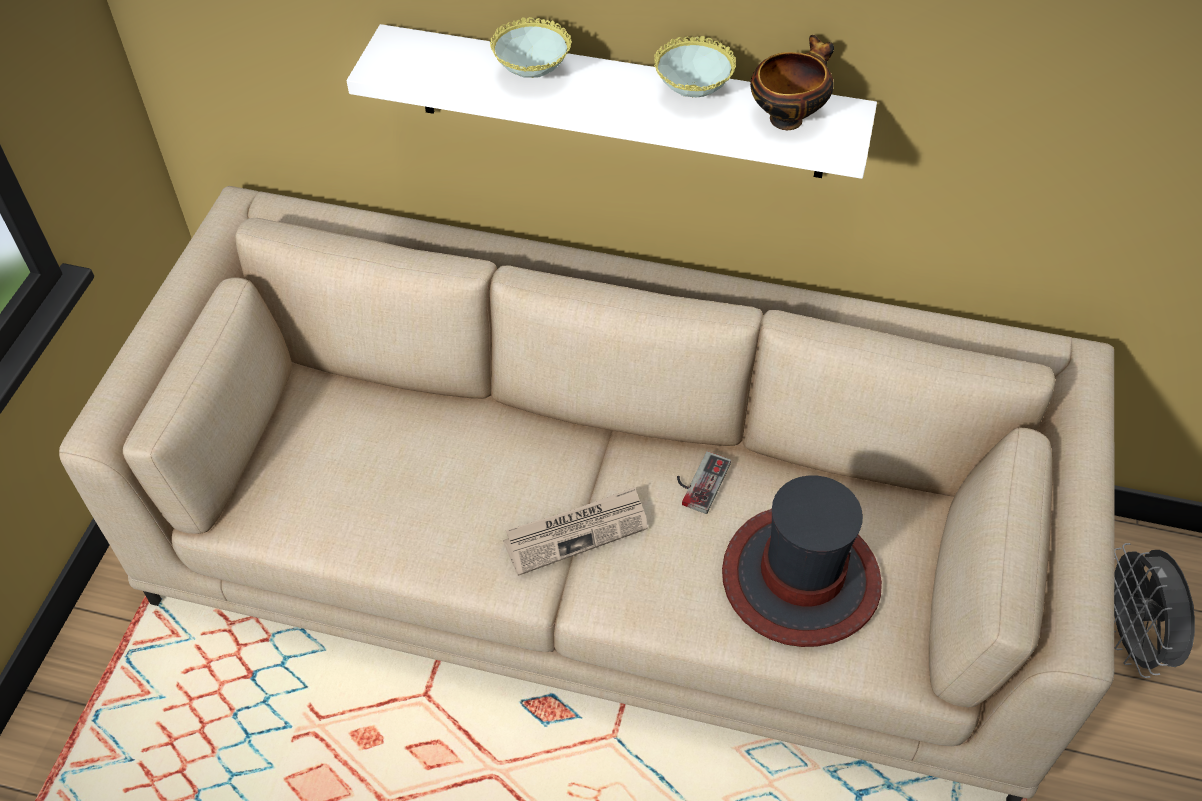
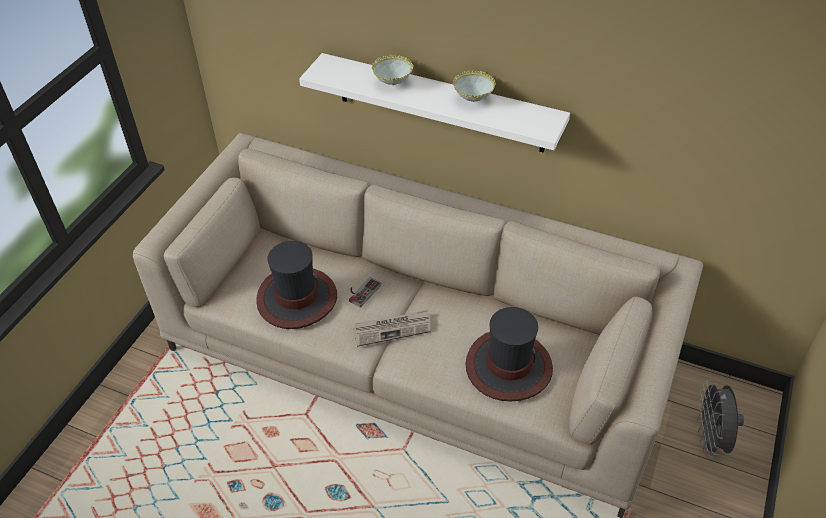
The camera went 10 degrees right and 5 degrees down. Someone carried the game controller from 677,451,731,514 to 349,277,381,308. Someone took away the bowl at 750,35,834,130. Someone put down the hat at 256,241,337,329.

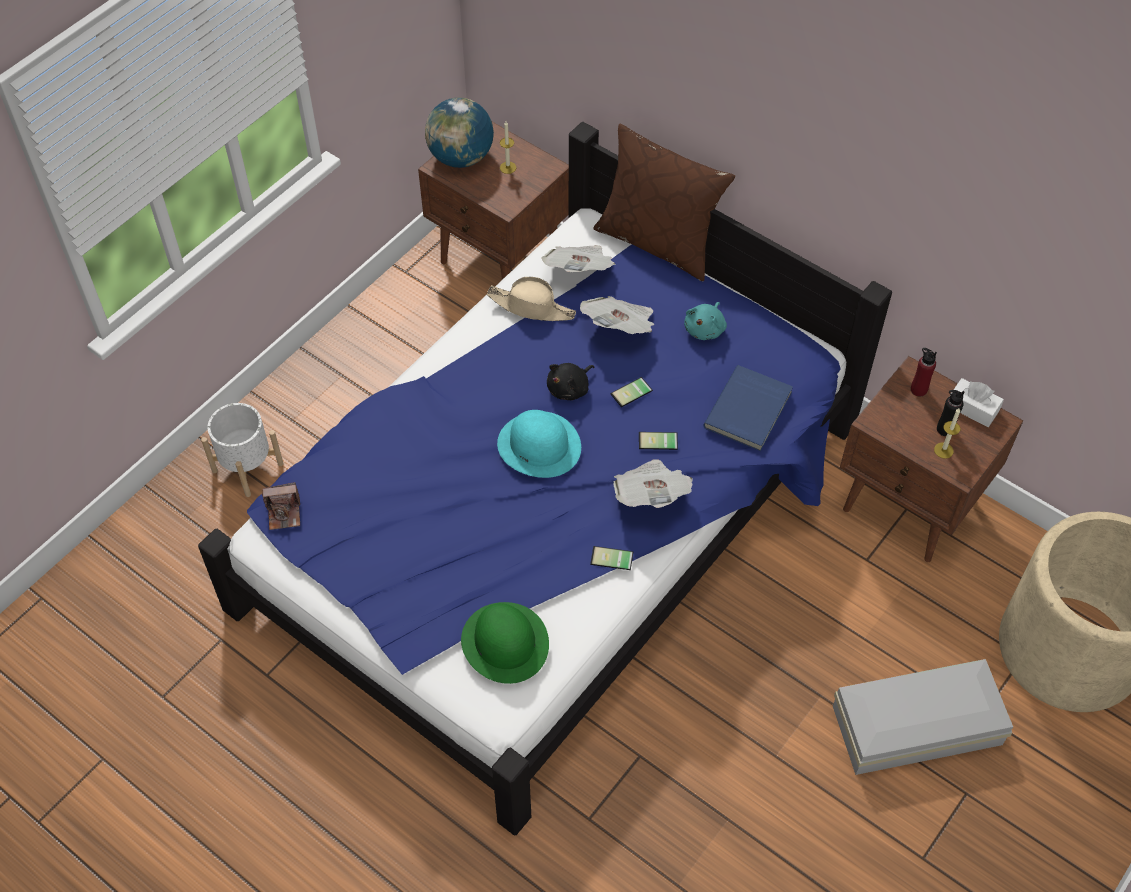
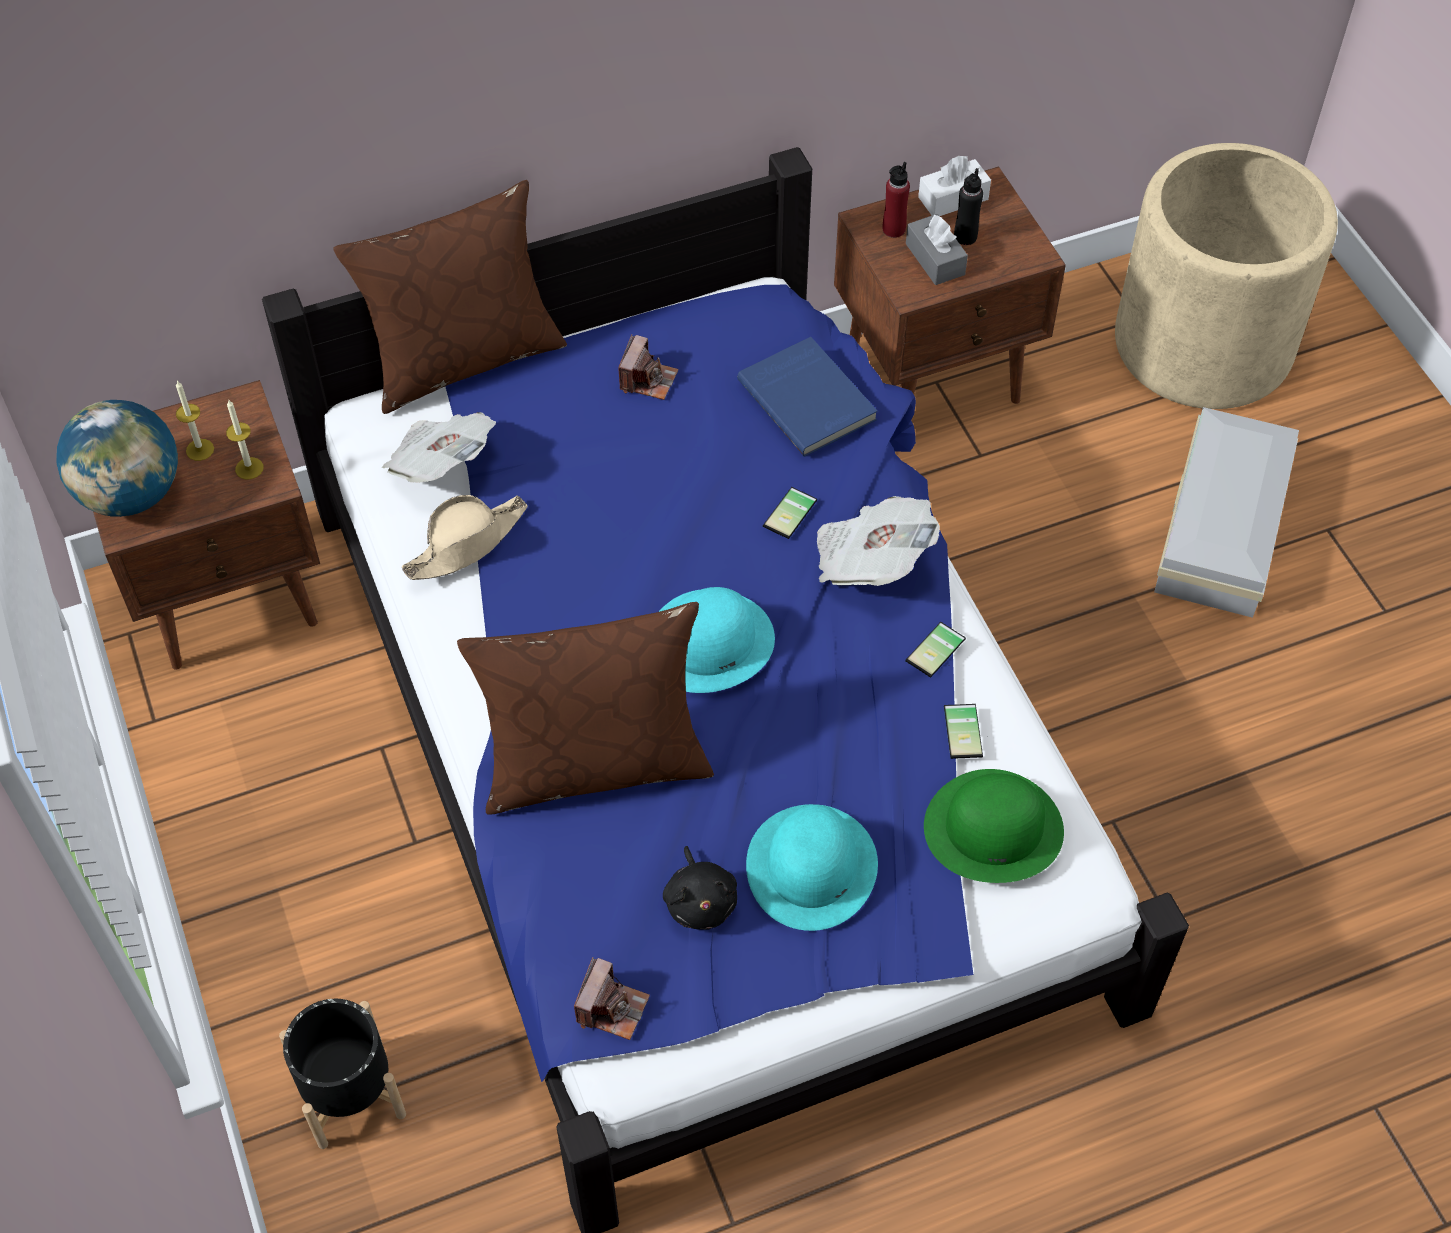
The camera went 60 degrees left and 0 degrees up. Someone repainted the white planter at 201,403,284,497, which became the black planter at 279,999,406,1149. Someone carried the black plush toy from 547,363,594,400 to 663,846,737,930. Someone took away the newspaper at 580,296,655,334. Someone carried the phone from 610,377,653,407 to 944,704,988,759. Someone swapped the turquoise plush toy at 684,302,727,340 for the photo camera at 618,335,678,400. Someone carried the candle from 934,408,960,459 to 226,399,263,480. Someone put down the brown pillow at 457,602,714,815. Someone put down the turquoise hat at 746,804,878,931. Someone put down the grey tissue box at 906,213,968,285.

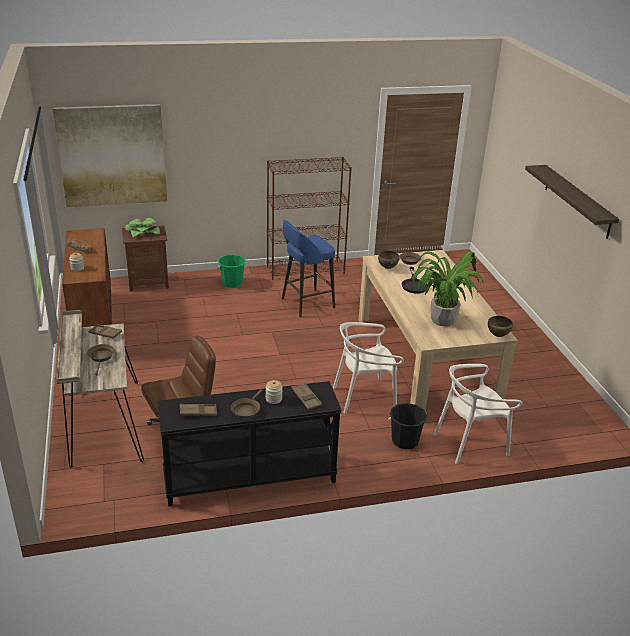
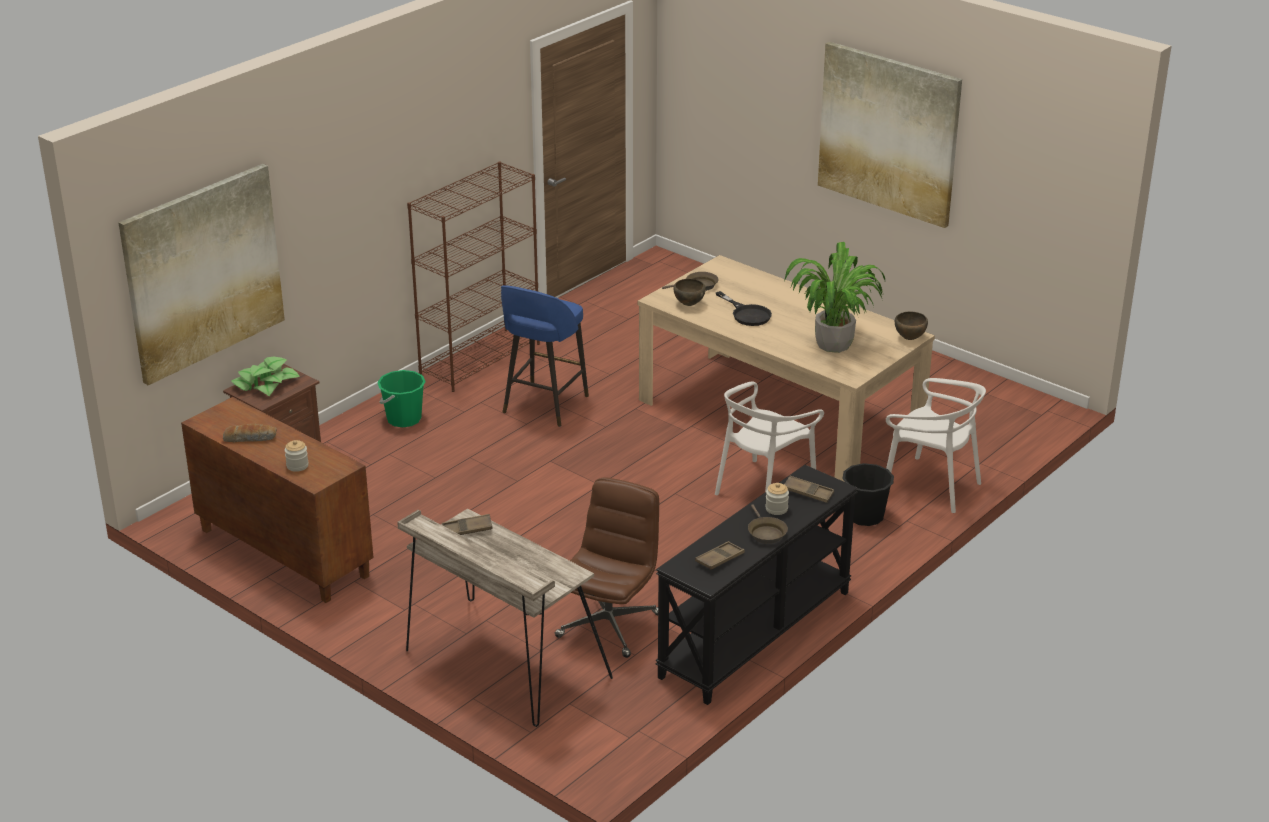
The camera went 35 degrees left and 0 degrees up. Someone took away the brown frying pan at 87,344,115,375. Someone rotated the white chair at 434,364,522,464 by 90 degrees counterclockwise. Someone swapped the shelf at 525,165,619,239 for the picture at 818,42,962,228.

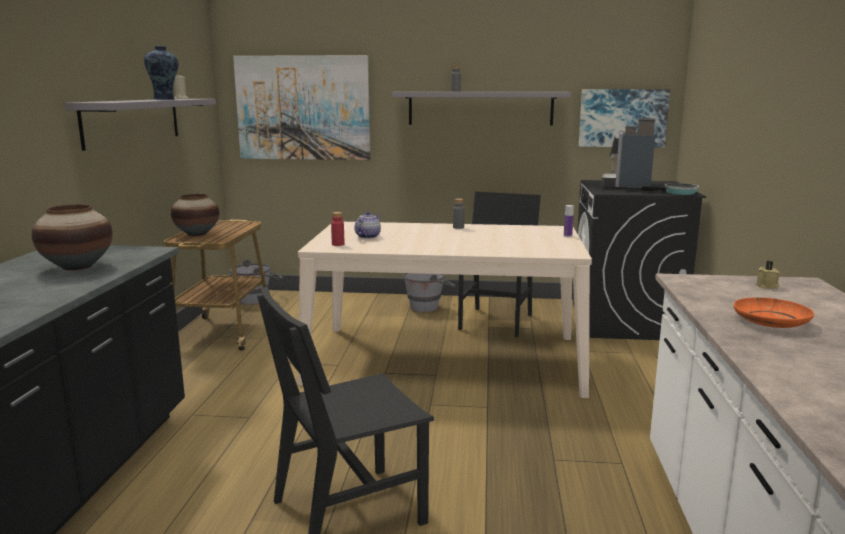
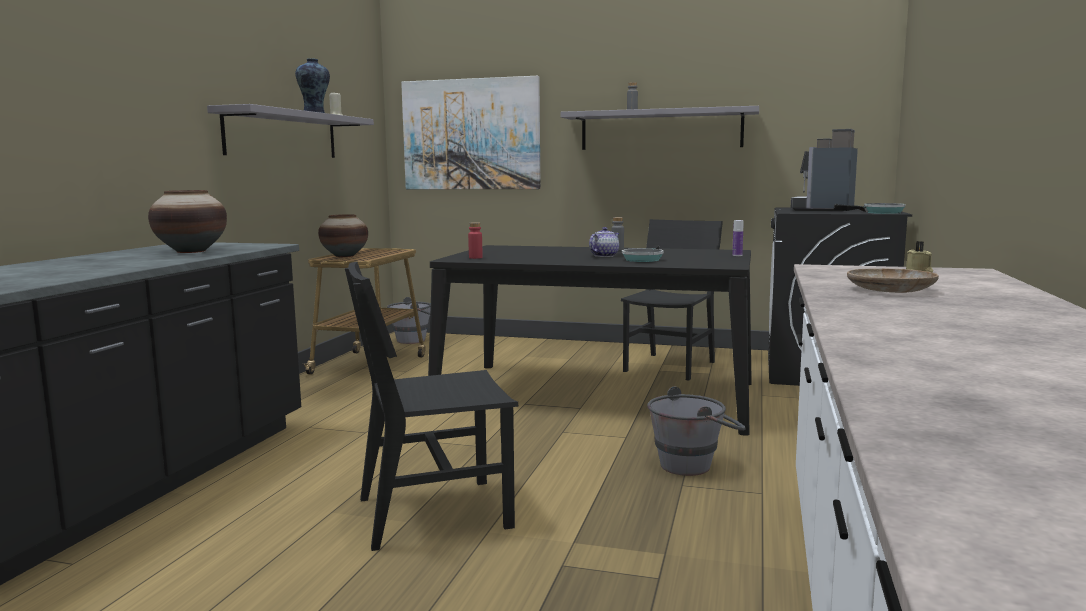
The camera went 10 degrees right and 5 degrees down. Someone repainted the beige dining table at 298,222,592,398, which became the black dining table at 428,245,752,436. Someone carried the teapot from 354,211,381,239 to 589,227,619,257. Someone carried the grey bucket from 403,273,456,313 to 647,387,746,476. Someone took away the picture at 579,89,670,147. Someone repainted the orange plate at 734,297,814,328, which became the beige plate at 847,269,939,293. Someone put down the frying pan at 622,245,664,262.

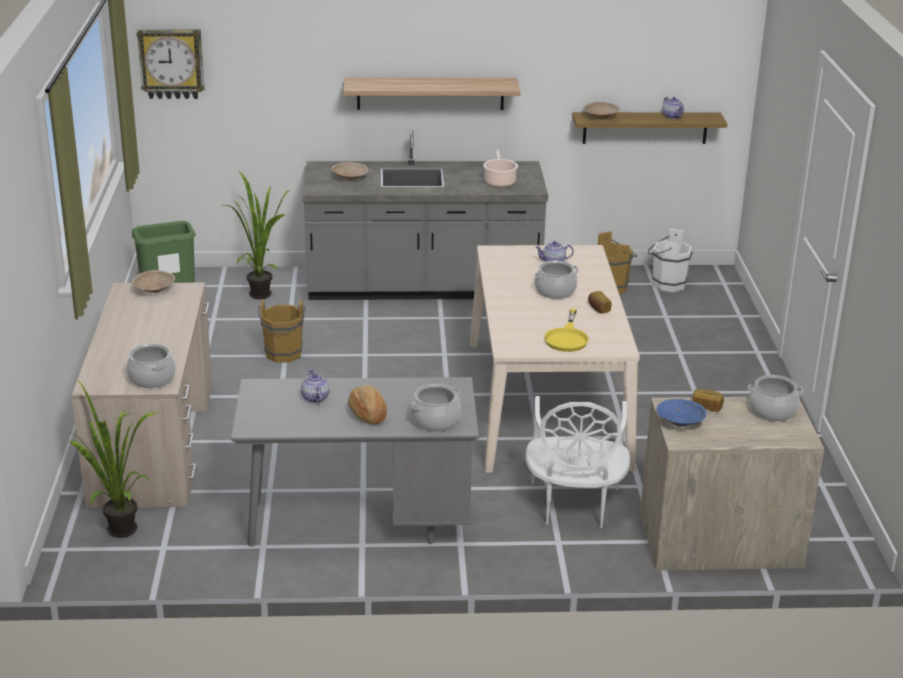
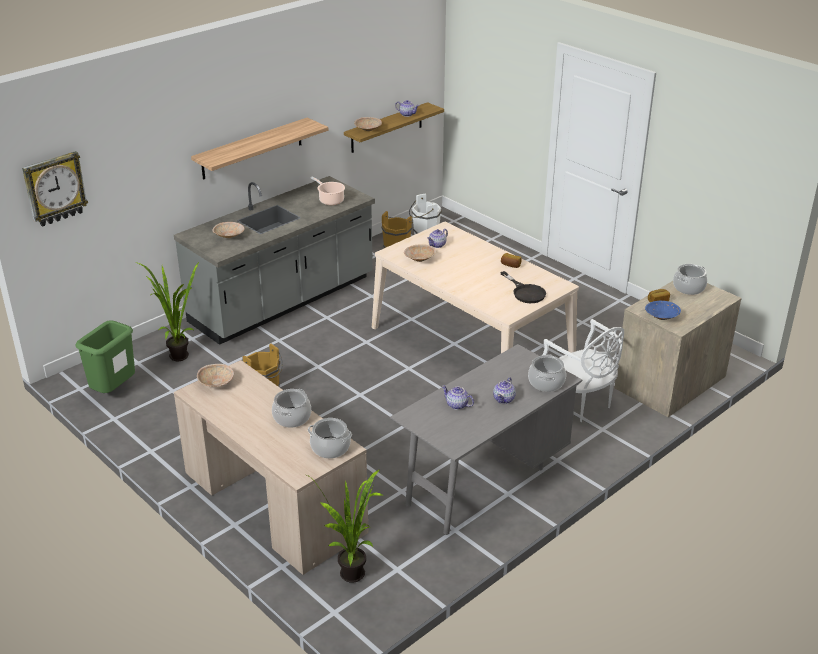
The camera went 40 degrees left and 5 degrees up. Someone swapped the bread at 348,385,387,425 for the teapot at 493,377,516,404. Someone carried the cooking pot from 535,261,578,299 to 272,389,311,428. Someone repainted the yellow frying pan at 544,309,589,352, which became the black frying pan at 500,271,546,303. Someone put down the beige bowl at 404,244,436,262.

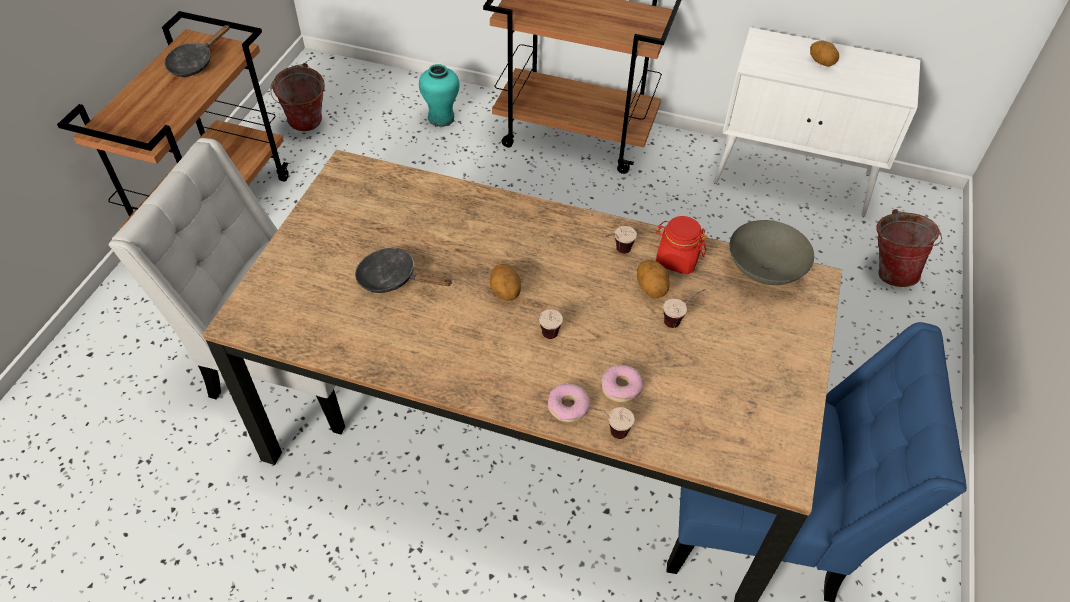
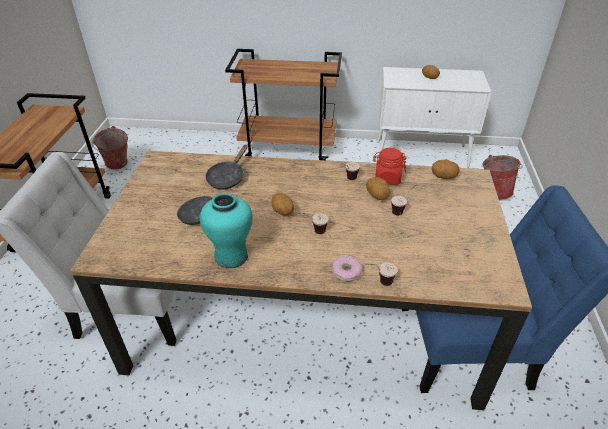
The camera went 10 degrees left and 10 degrees down. Someone carried the black frying pan from 164,25,230,77 to 205,144,248,190. Someone carried the turquoise vase from 419,64,459,127 to 200,193,253,268. Someone took away the donut at 601,365,643,403. Someone swapped the grey bowl at 730,220,814,285 for the potato at 432,159,459,179.

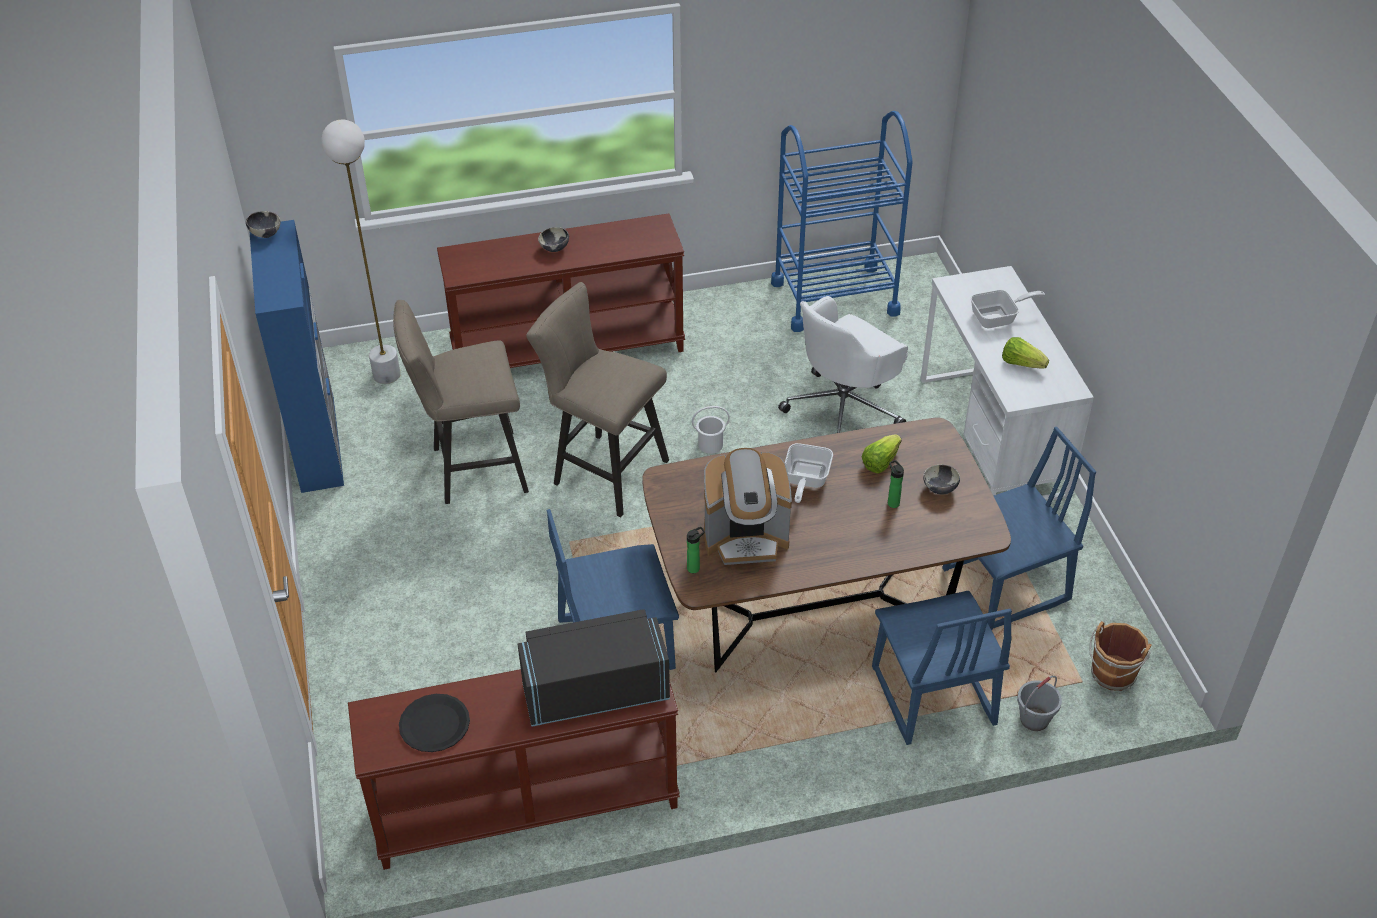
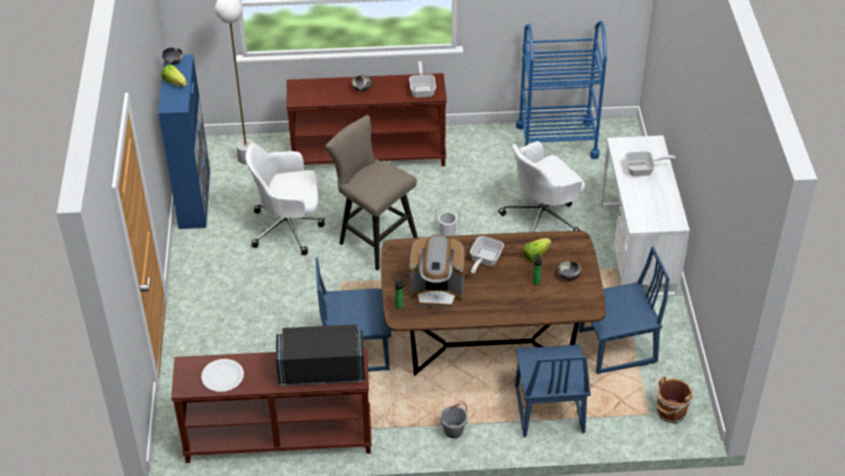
The camera went 10 degrees right and 0 degrees up. Someone swapped the beige stool at 393,300,529,504 for the white office chair at 245,143,325,255. Someone repainted the black plate at 399,694,470,752, which became the white plate at 201,359,244,392. Someone carried the lettuce from 1002,337,1049,368 to 162,65,187,87. Someone carried the grey bucket from 1017,676,1062,731 to 440,403,468,438. Someone put down the frying pan at 409,61,436,98.

